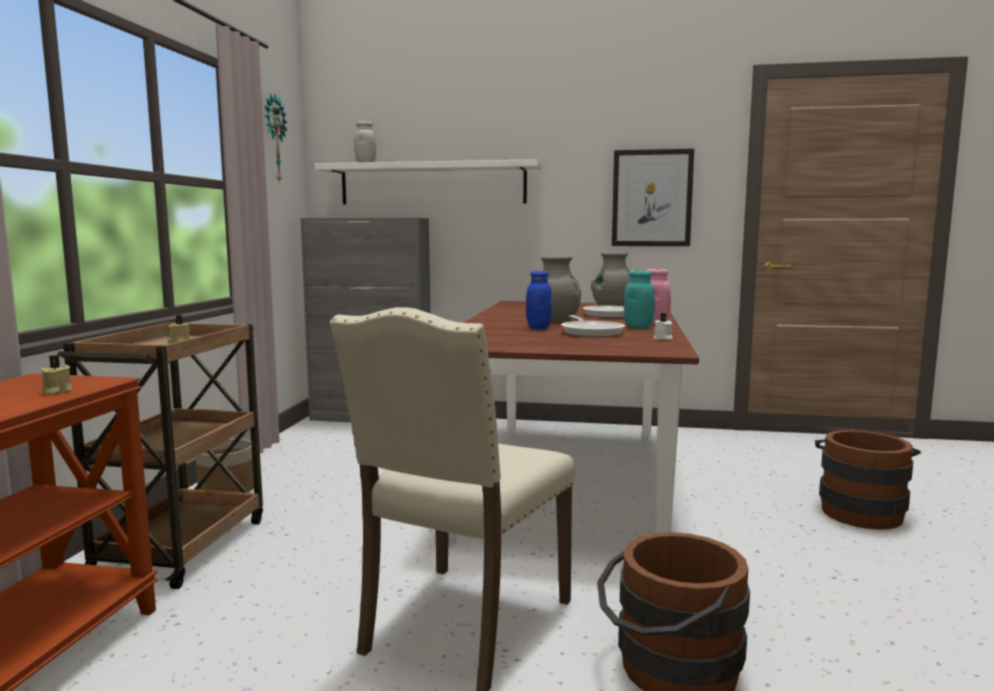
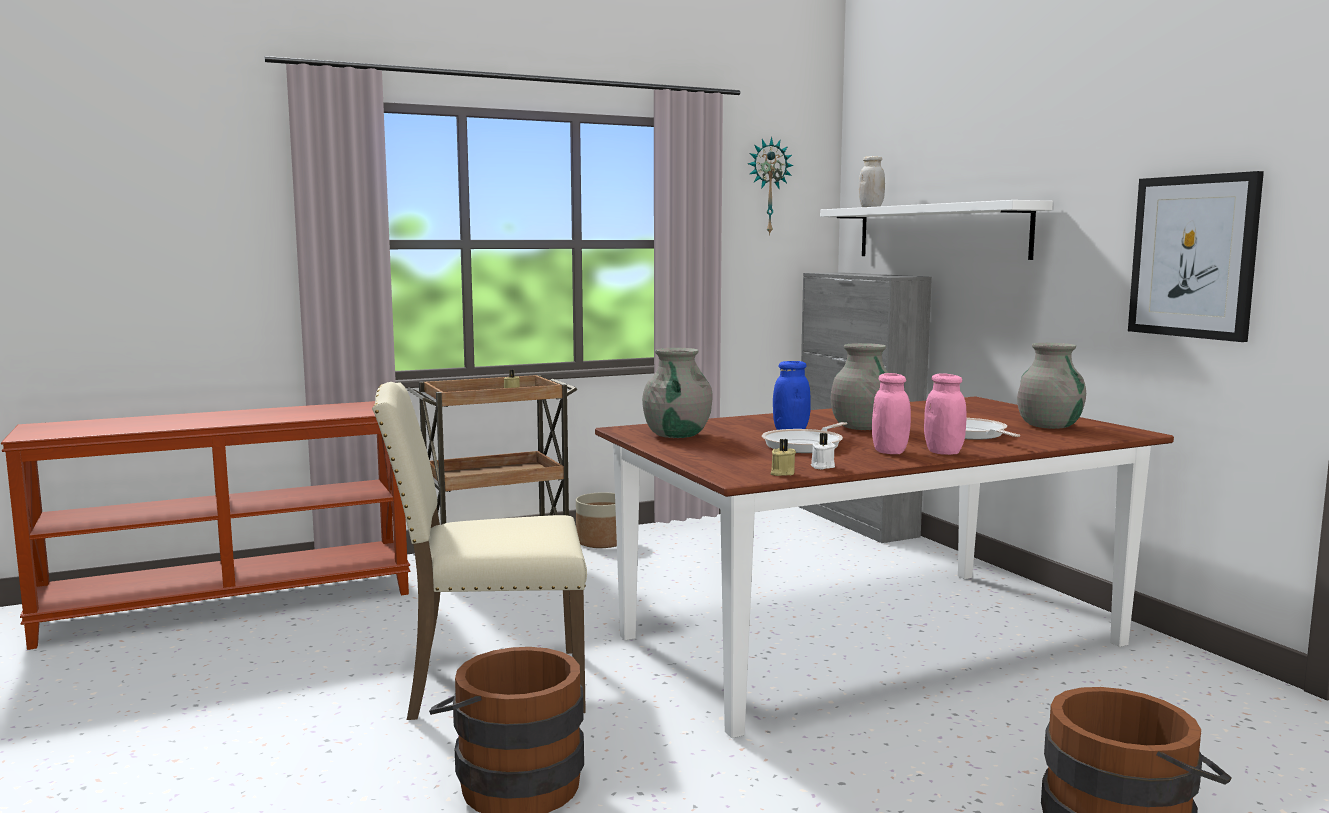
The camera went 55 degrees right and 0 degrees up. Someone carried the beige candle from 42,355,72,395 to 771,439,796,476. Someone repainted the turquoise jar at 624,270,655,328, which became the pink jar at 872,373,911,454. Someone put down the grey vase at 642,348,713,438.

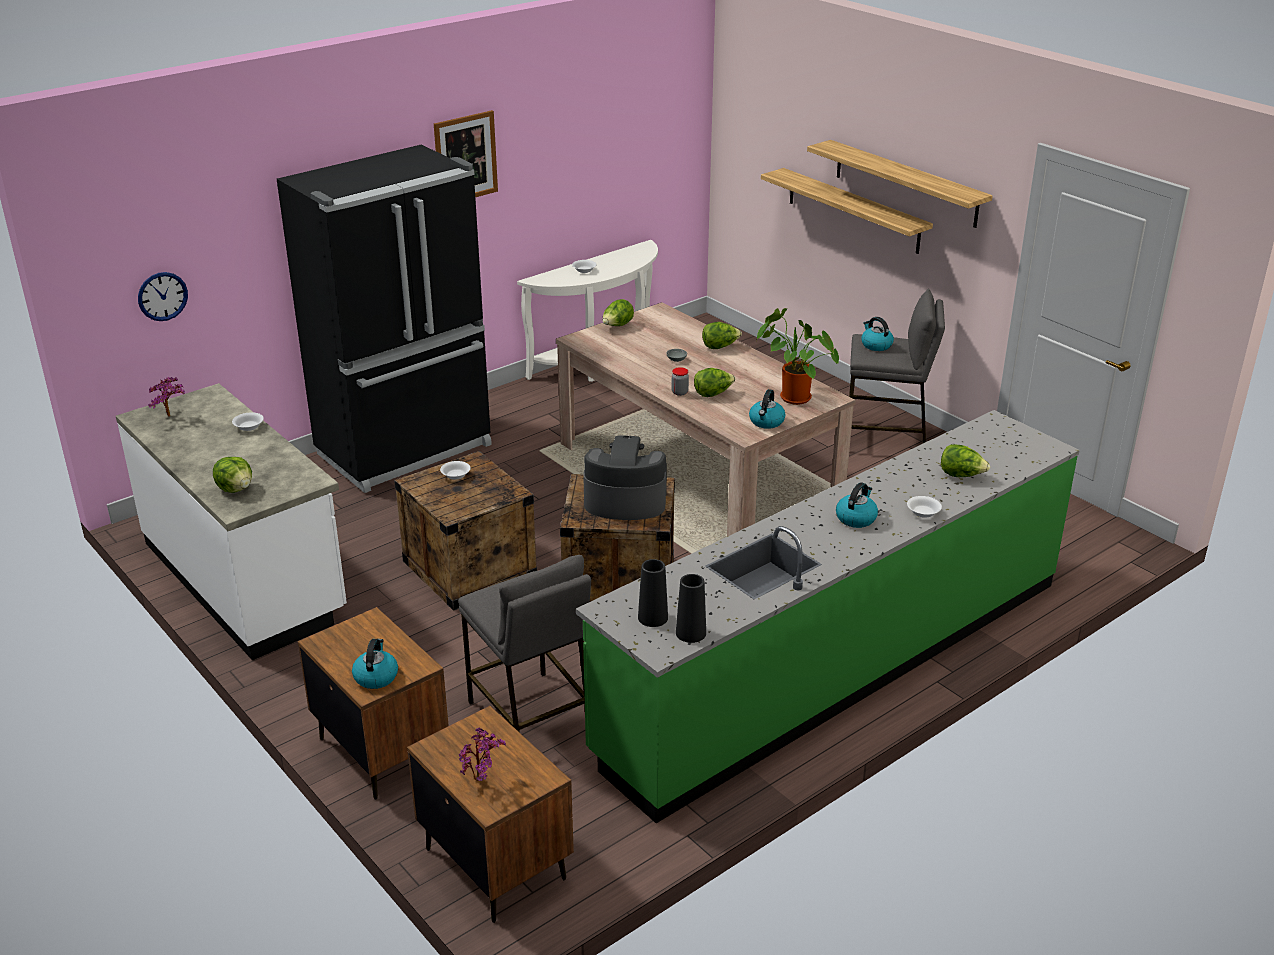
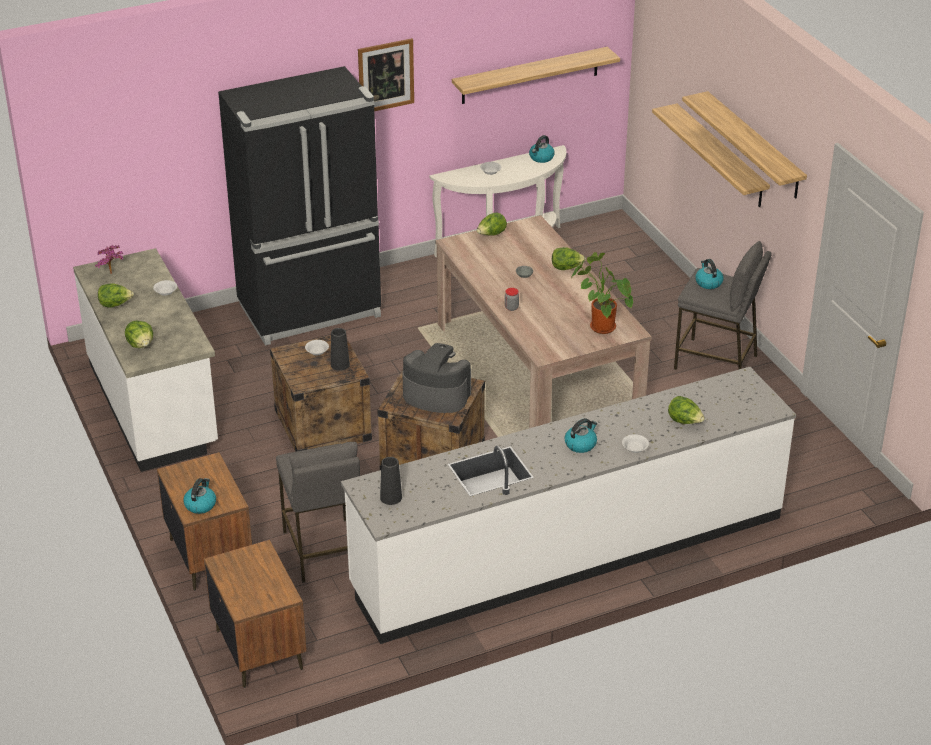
The camera went 15 degrees right and 5 degrees up. Someone took away the wall clock at 138,272,188,321. Someone took away the potted plant at 459,727,506,781. Someone repainted the green counter at 576,410,1080,823, which became the white counter at 341,367,796,644. Someone carried the black vase from 676,574,706,643 to 331,328,350,371. Someone carried the lettuce from 694,368,735,397 to 98,283,134,307. Someone carried the kettle from 749,389,785,429 to 529,135,555,163. Someone put up the shelf at 452,47,620,104.

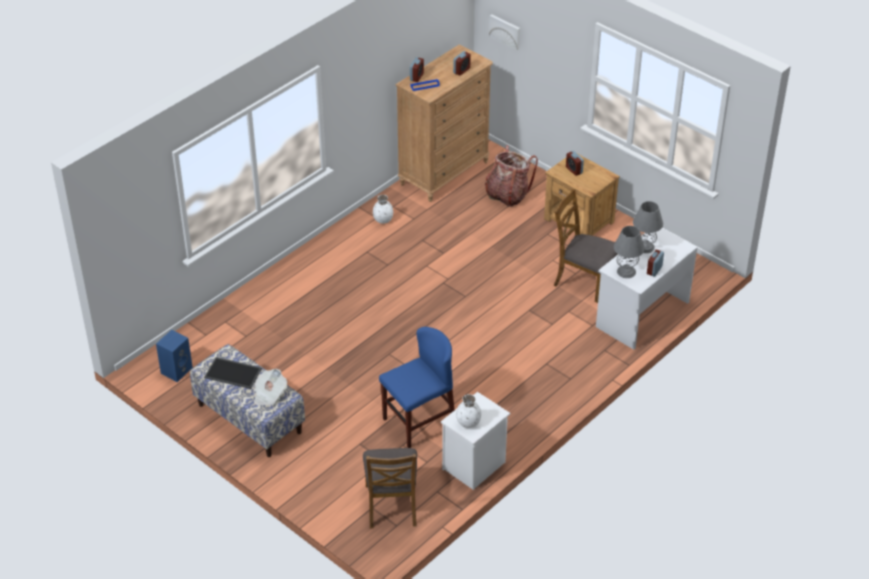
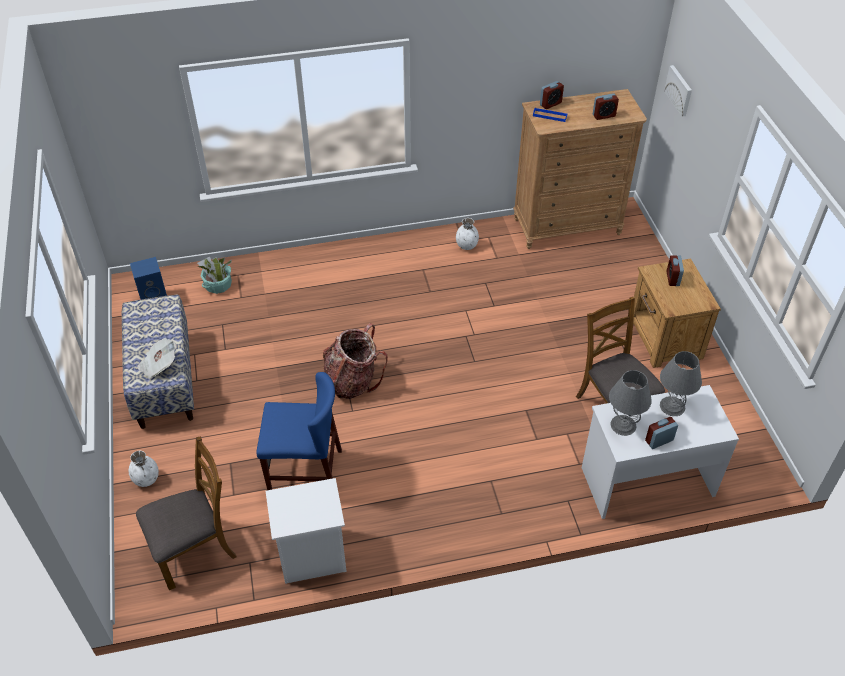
The camera went 35 degrees right and 5 degrees up. Someone took away the tray at 204,357,262,389. Someone rotated the brown chair at 363,448,417,529 by 150 degrees counterclockwise. Someone carried the white vase from 456,394,481,428 to 128,451,159,487. Someone carried the backpack from 485,146,538,207 to 323,323,388,399. Someone put down the potted plant at 197,256,232,294.

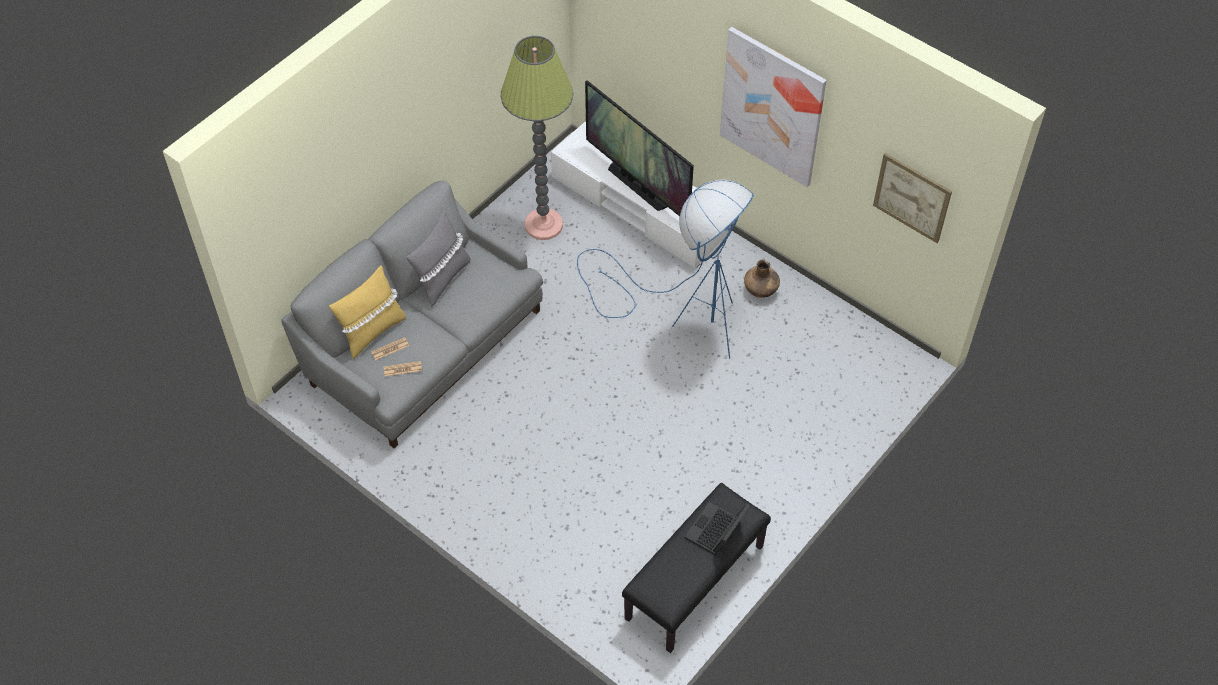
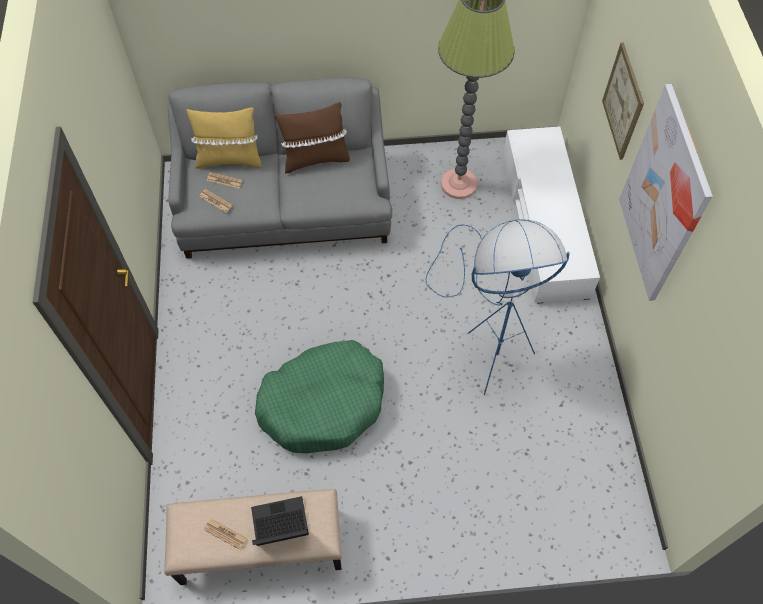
The camera went 45 degrees right and 5 degrees up. Someone repainted the grey pillow at 406,211,471,307, which became the brown pillow at 276,102,350,174. Someone took away the television at 585,80,694,216. Someone repainted the black bench at 622,483,771,653, which became the beige bench at 164,489,342,585. Someone took away the brown vase at 744,259,780,298. Someone carried the picture from 873,153,952,243 to 602,42,644,160. Someone put down the newspaper at 204,519,247,550. Someone put down the green dog bed at 255,340,384,453.

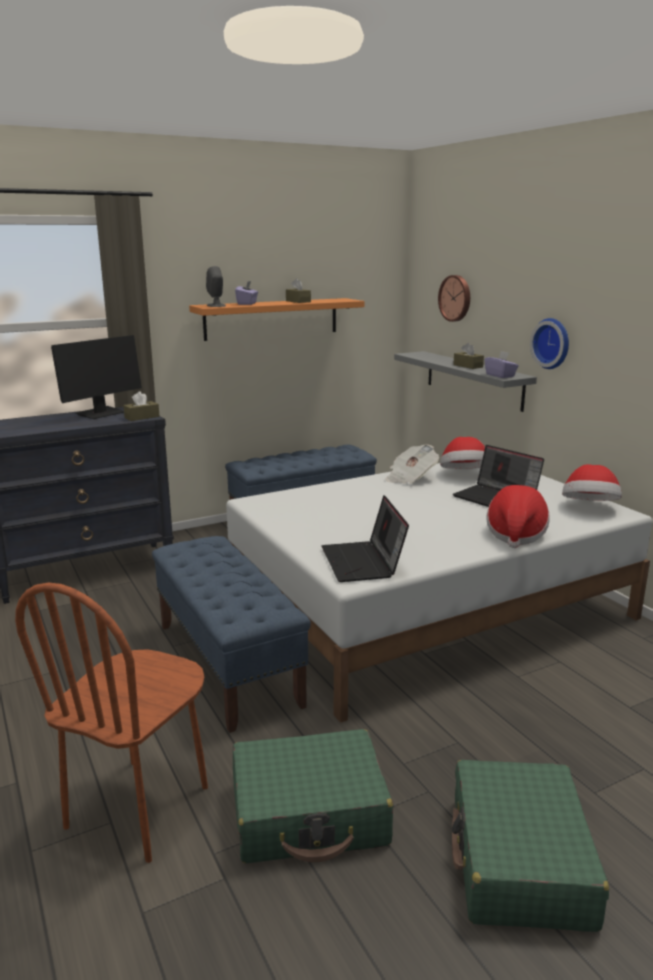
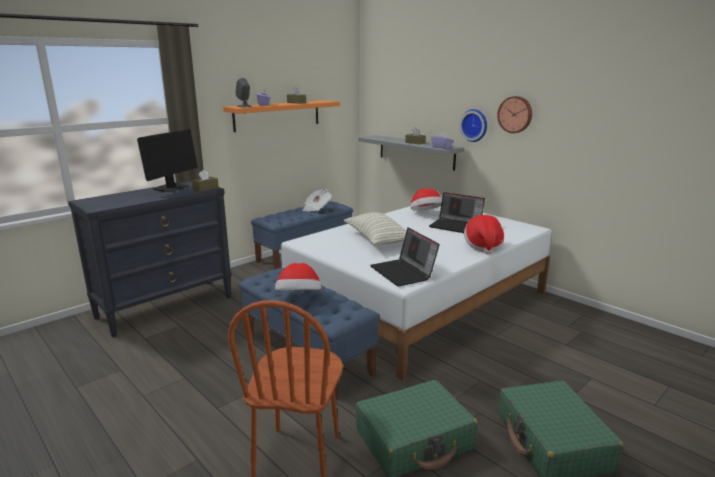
The camera went 15 degrees left and 0 degrees up. Someone carried the newspaper from 386,444,439,484 to 303,189,332,212. Someone carried the wall clock from 438,275,470,322 to 497,96,532,133. Someone carried the hat from 562,464,622,501 to 275,263,322,290. Someone put down the pillow at 344,212,406,245.

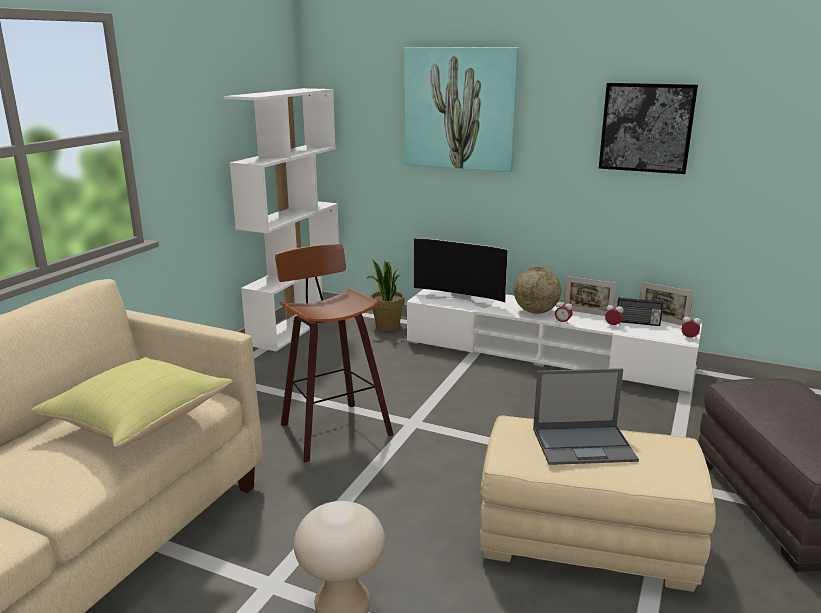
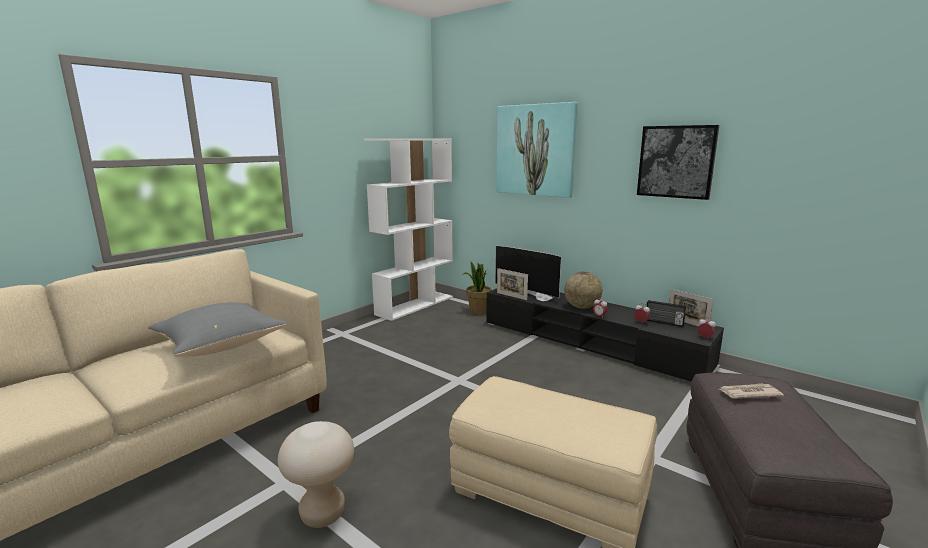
The camera went 15 degrees right and 5 degrees down. Someone repainted the yellow pillow at 31,357,232,447, which became the grey pillow at 148,302,288,357. Someone took away the stool at 275,244,393,463. Someone repainted the white tv stand at 407,289,702,393, which became the black tv stand at 486,289,724,382. Someone took away the laptop at 533,368,639,465. Someone carried the picture frame from 564,276,617,316 to 497,268,528,300. Someone put down the newspaper at 720,384,784,399.

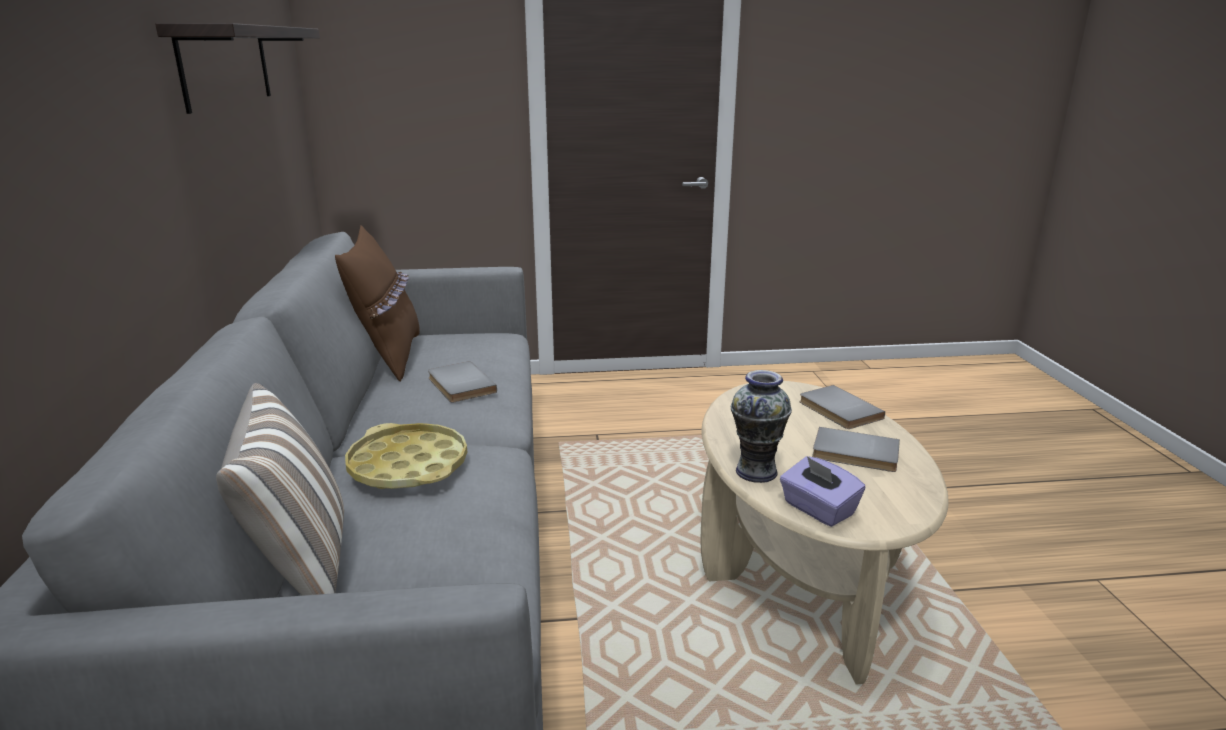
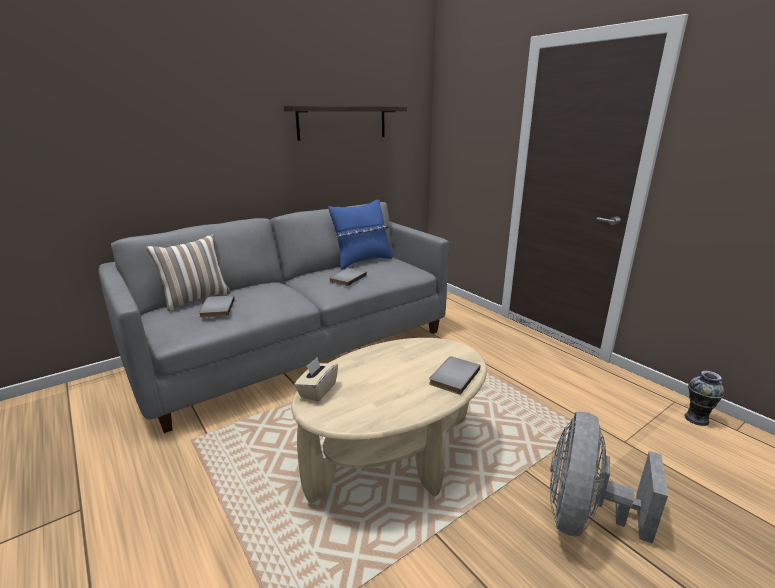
The camera went 60 degrees right and 0 degrees up. Someone repainted the brown pillow at 335,225,420,382, which became the blue pillow at 328,199,393,270. Someone took away the yellow tray at 345,423,467,489. Someone carried the vase from 731,370,792,483 to 685,371,724,426. Someone repainted the purple tissue box at 780,456,866,527, which became the beige tissue box at 294,357,338,402. Someone carried the grey book from 812,427,900,472 to 199,295,235,318. Someone put down the grey fan at 550,412,668,544.

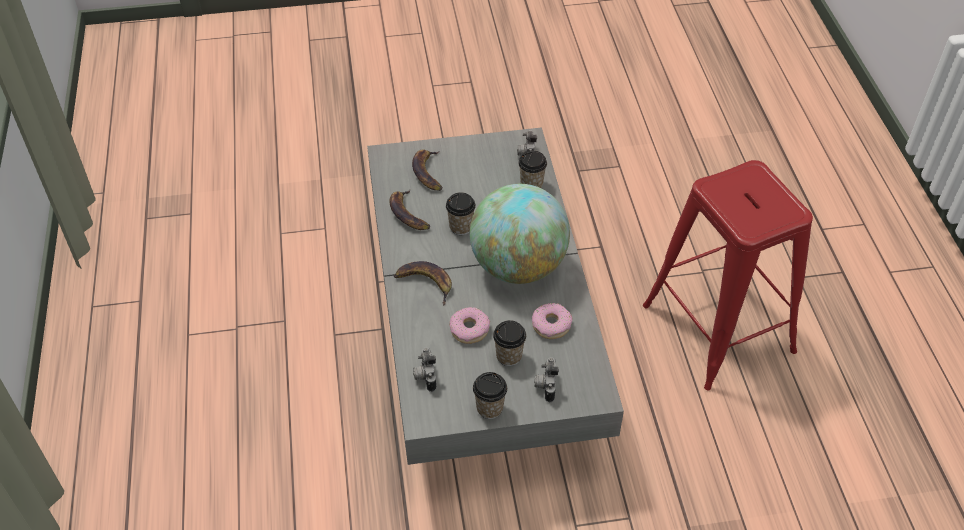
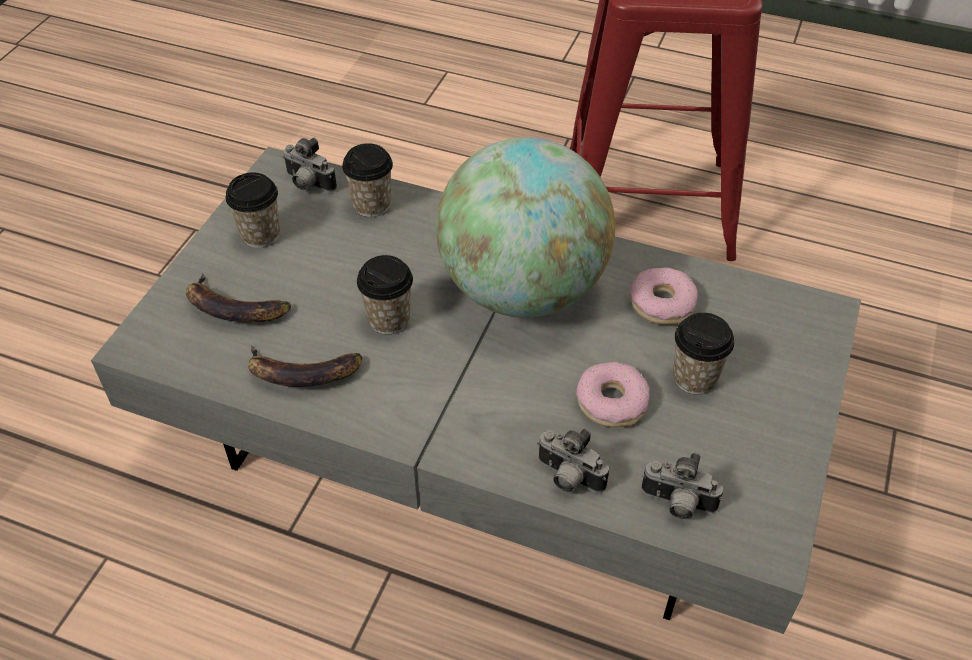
The camera went 60 degrees left and 0 degrees up. Someone took away the banana at 394,261,452,305. Someone carried the cup from 473,372,507,419 to 225,172,280,248. Someone carried the photo camera from 534,357,559,402 to 537,429,609,493.

